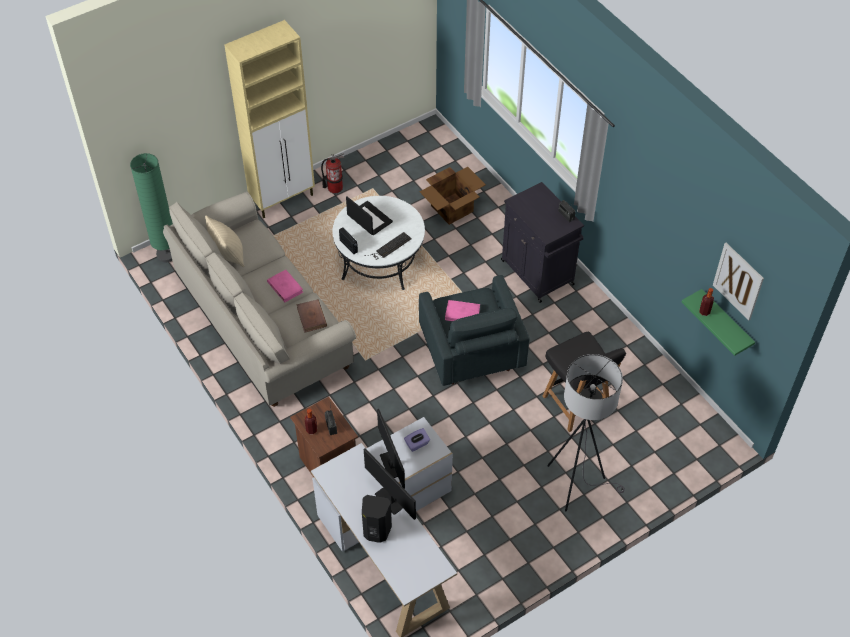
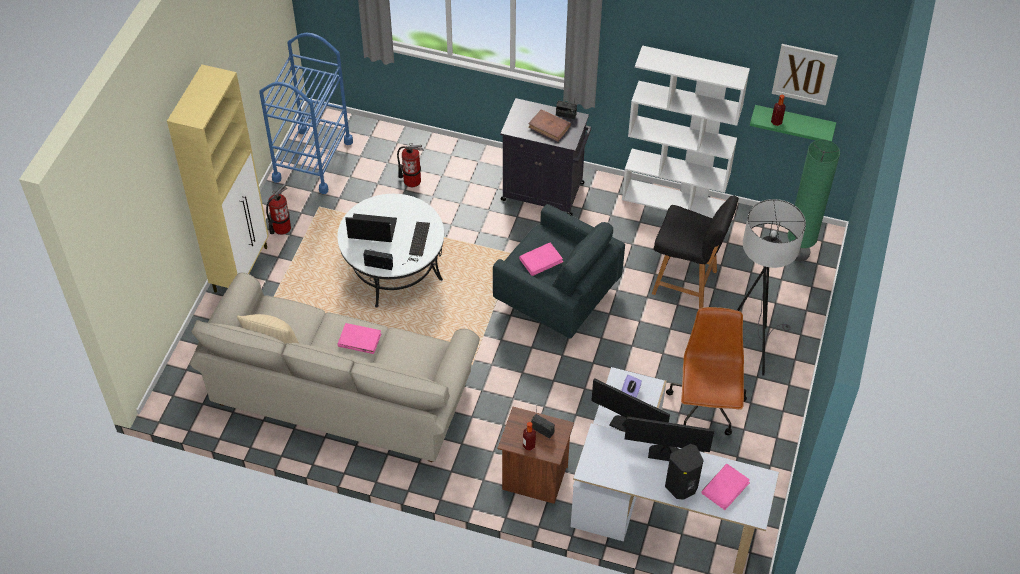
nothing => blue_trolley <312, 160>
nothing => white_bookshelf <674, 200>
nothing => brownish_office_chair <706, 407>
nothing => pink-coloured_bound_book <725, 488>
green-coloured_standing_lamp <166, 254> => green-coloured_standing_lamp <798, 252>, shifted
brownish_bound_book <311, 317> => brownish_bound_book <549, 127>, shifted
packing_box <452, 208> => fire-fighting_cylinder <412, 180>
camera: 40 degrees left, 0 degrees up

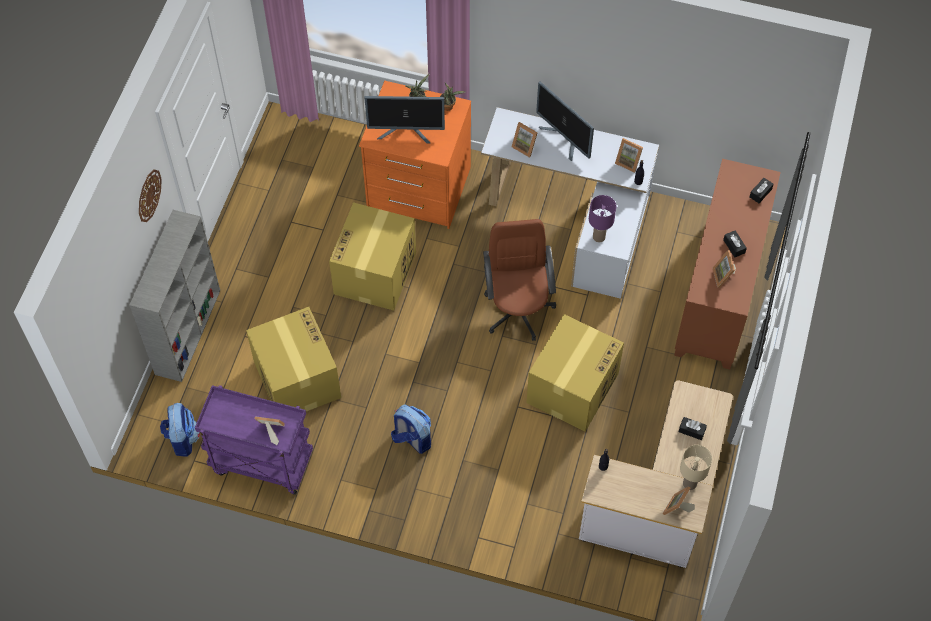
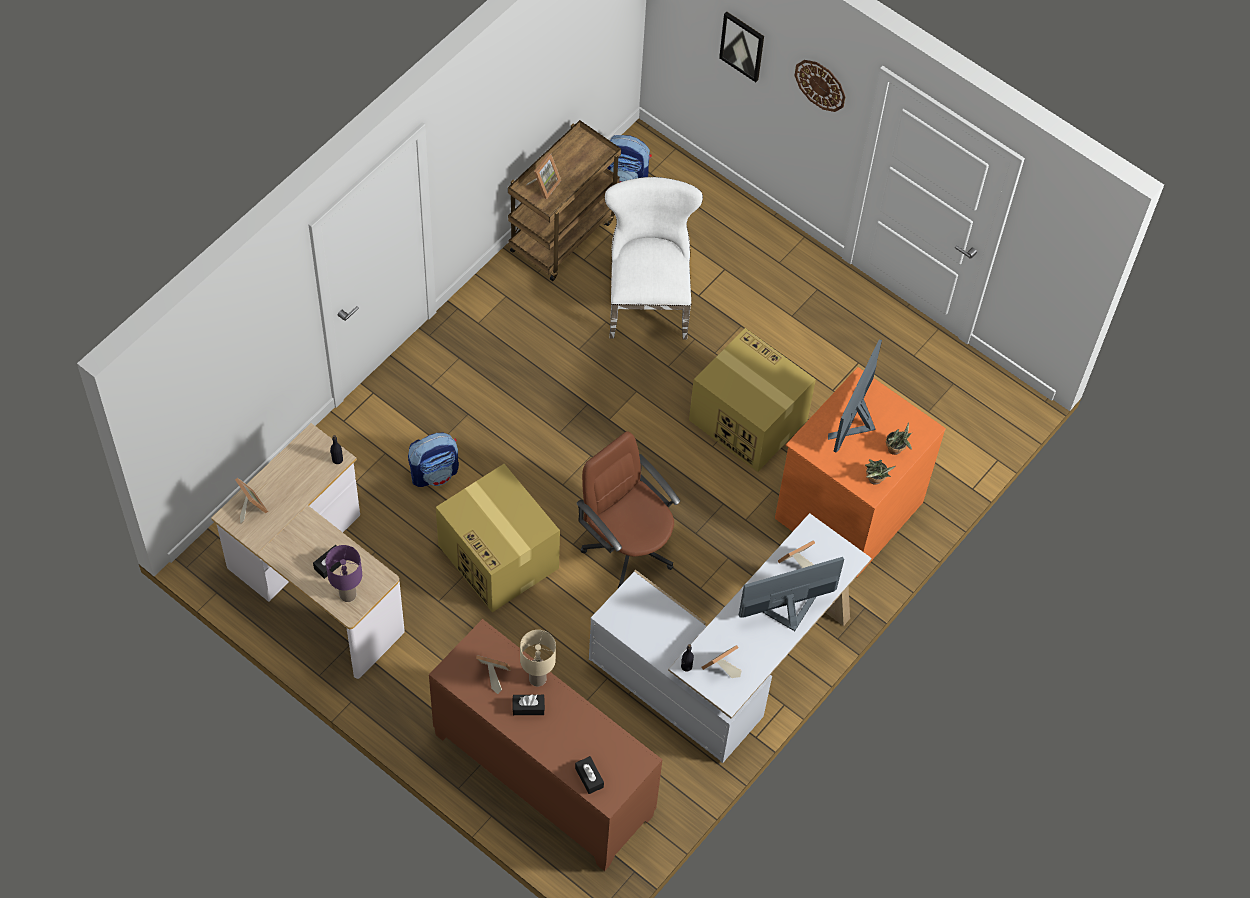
greyish_bookshelf <188, 331> => nothing
nothing => wall_art <742, 46>
rucksack <412, 439> => rucksack <434, 472>, shifted
purple_table_lamp <599, 236> => purple_table_lamp <348, 595>, shifted
beige_table_lamp <690, 483> => beige_table_lamp <537, 679>, shifted
packing_box <296, 378> => white_upright_chair <647, 298>
purple_trolley <261, 463> => brownish_trolley <562, 234>
brownish_office_chair <518, 309> => brownish_office_chair <628, 545>, 150 degrees counterclockwise
camera: 110 degrees right, 0 degrees up

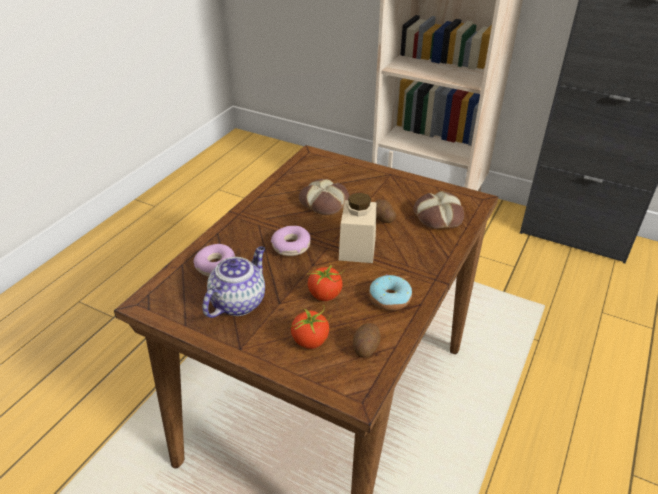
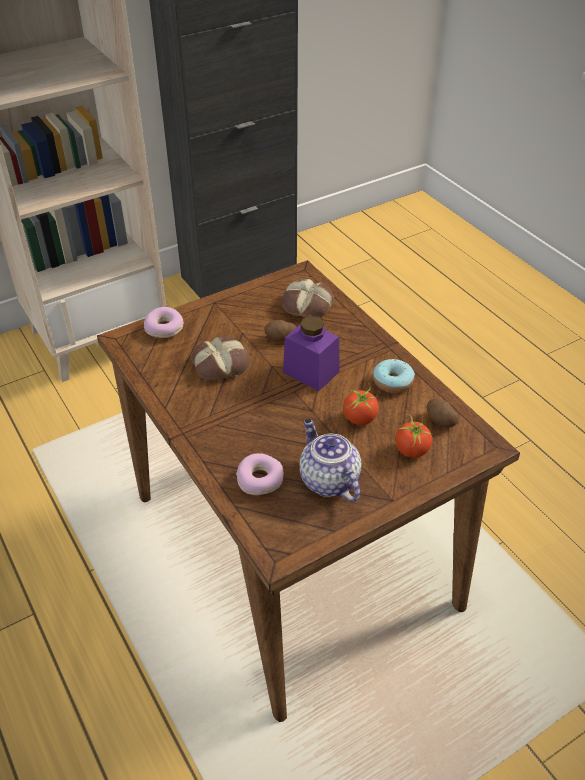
donut <291, 246> => donut <165, 328>, shifted
beige_jar <357, 248> => purple_jar <311, 372>
camera: 60 degrees left, 5 degrees up

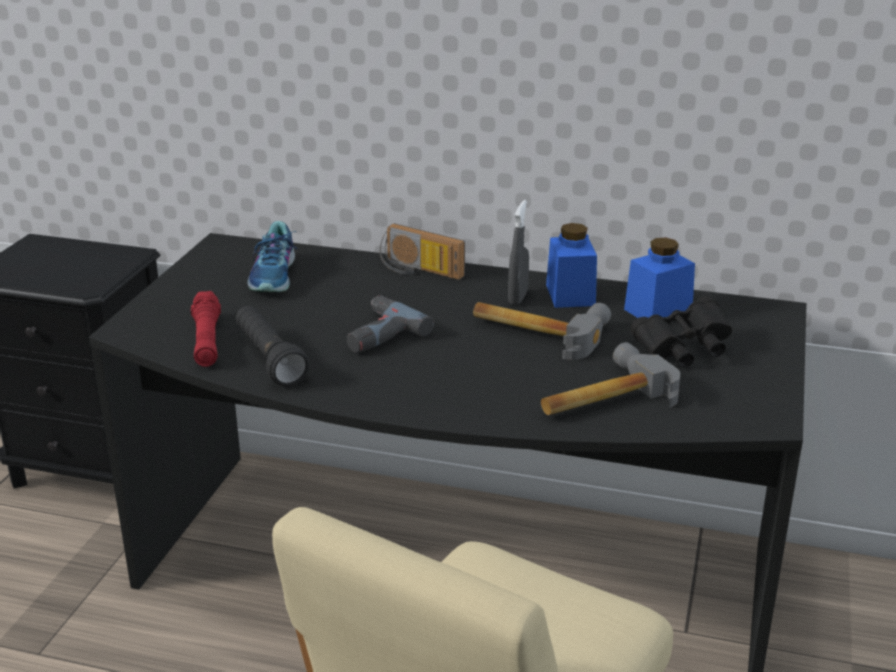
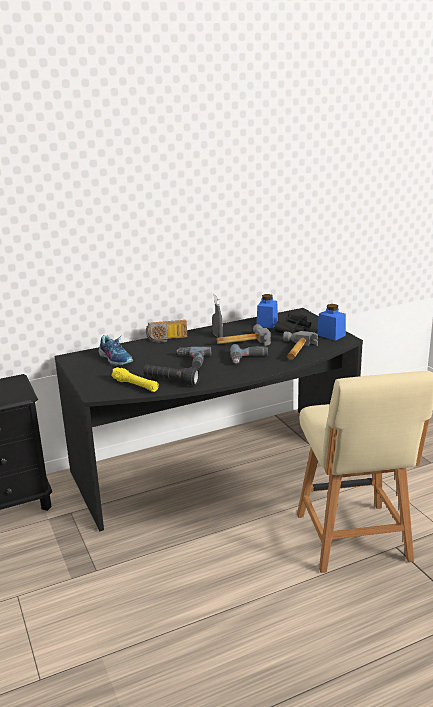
nothing => drill <249, 358>
blue_jar <570, 295> => blue_jar <331, 335>, shifted
red-coloured_torch <207, 340> => yellowish_torch <135, 385>
camera: 40 degrees left, 5 degrees down

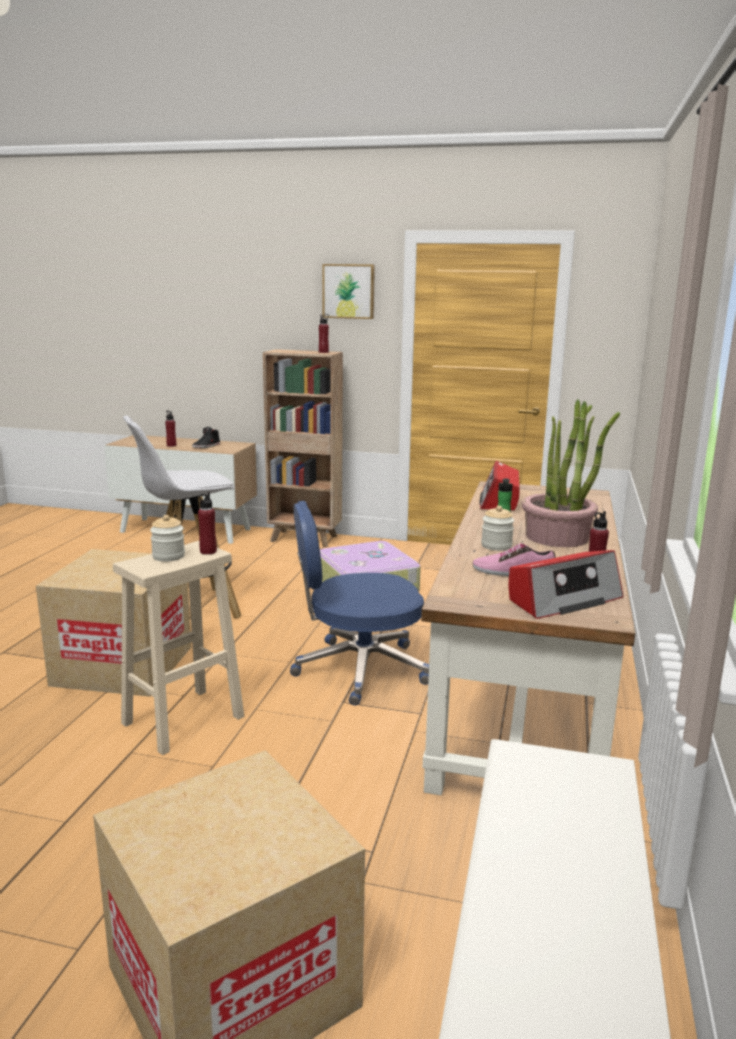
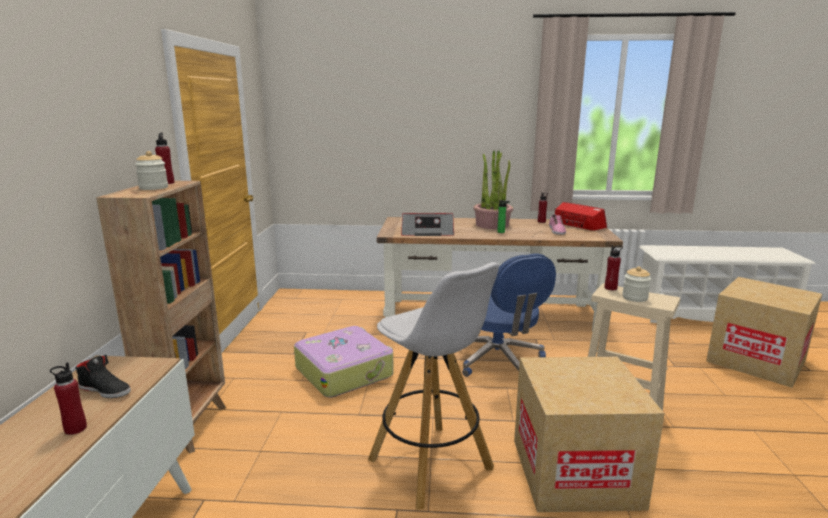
wall_art <349, 291> => nothing
jar <496, 546> => jar <153, 188>, shifted
camera: 100 degrees left, 0 degrees up

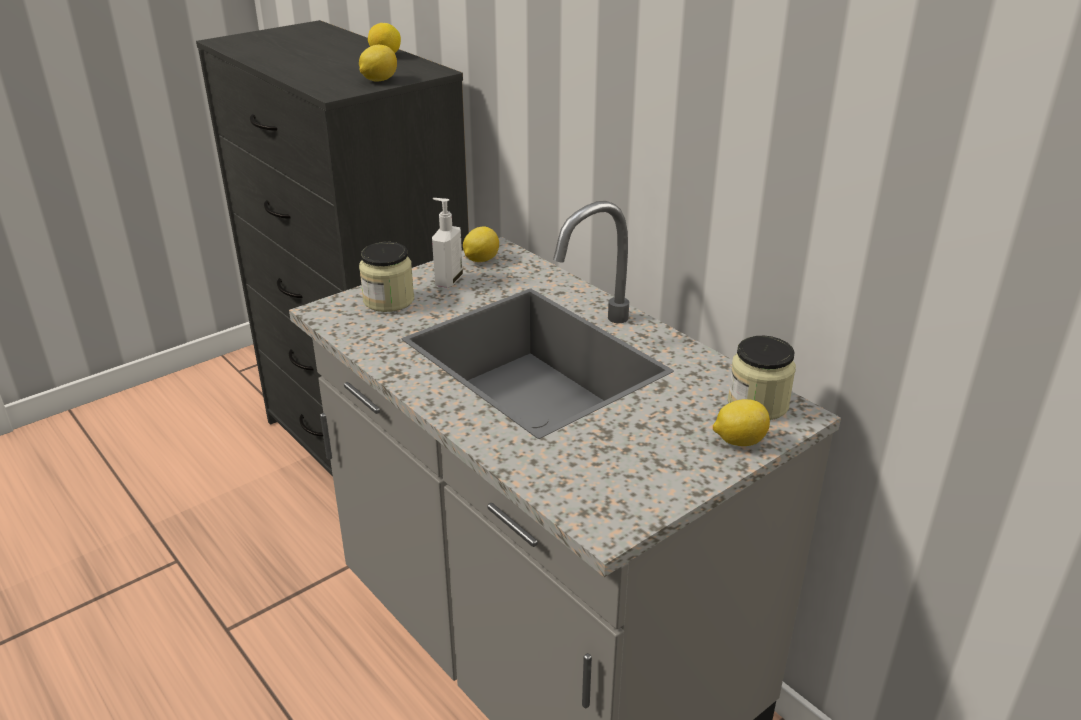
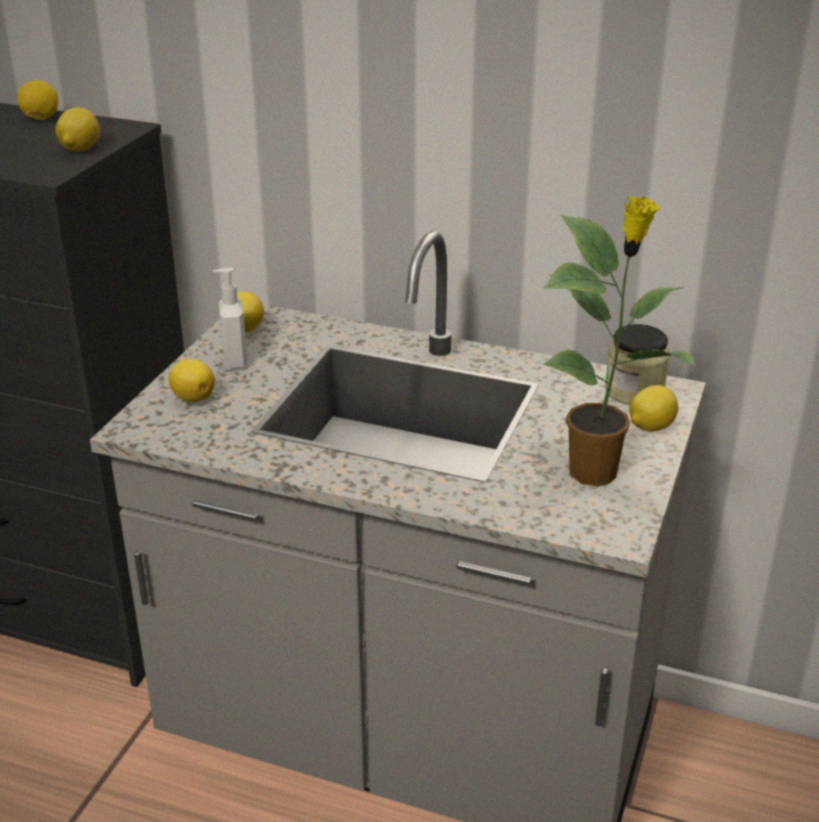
nothing => houseplant <596, 472>
jar <388, 300> => lemon <193, 397>
camera: 30 degrees left, 0 degrees up

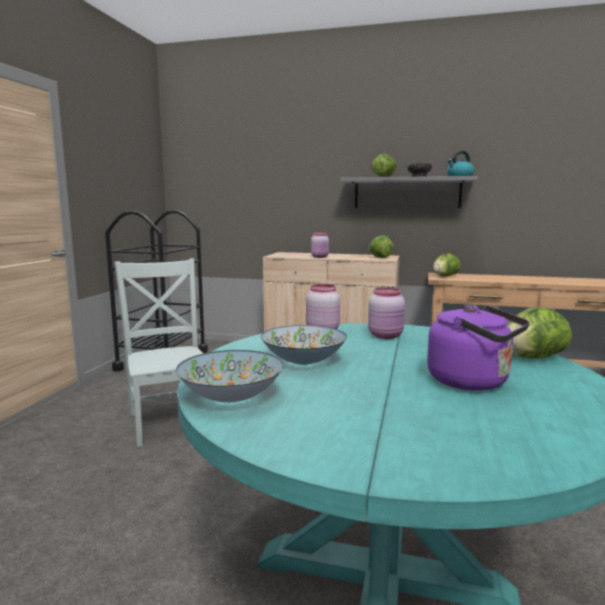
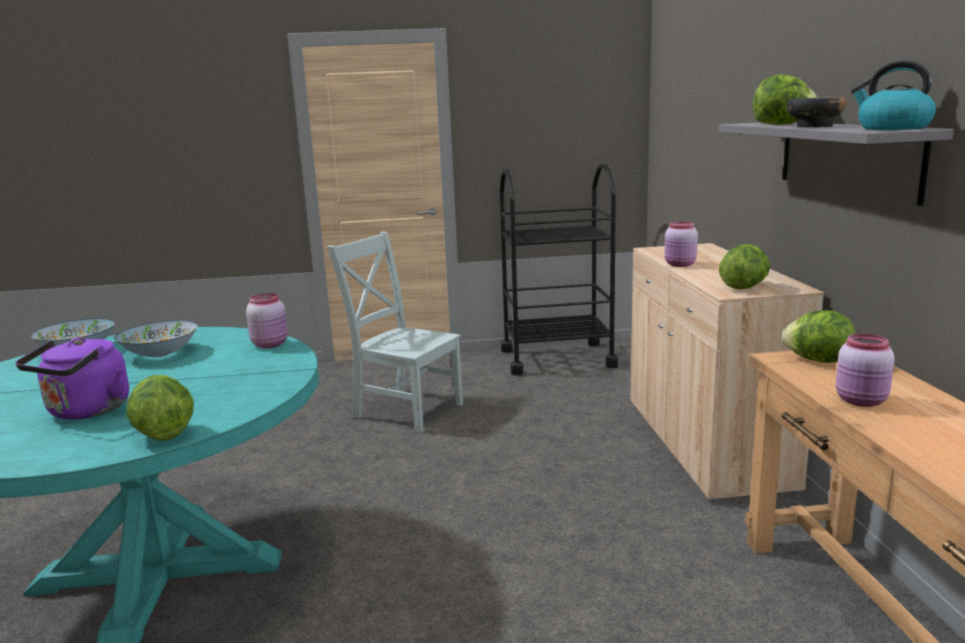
pink-coloured_jar <386, 336> => pink-coloured_jar <862, 401>, shifted
greyish_upright_chair <170, 420> => greyish_upright_chair <405, 409>, 105 degrees counterclockwise
camera: 70 degrees right, 5 degrees up

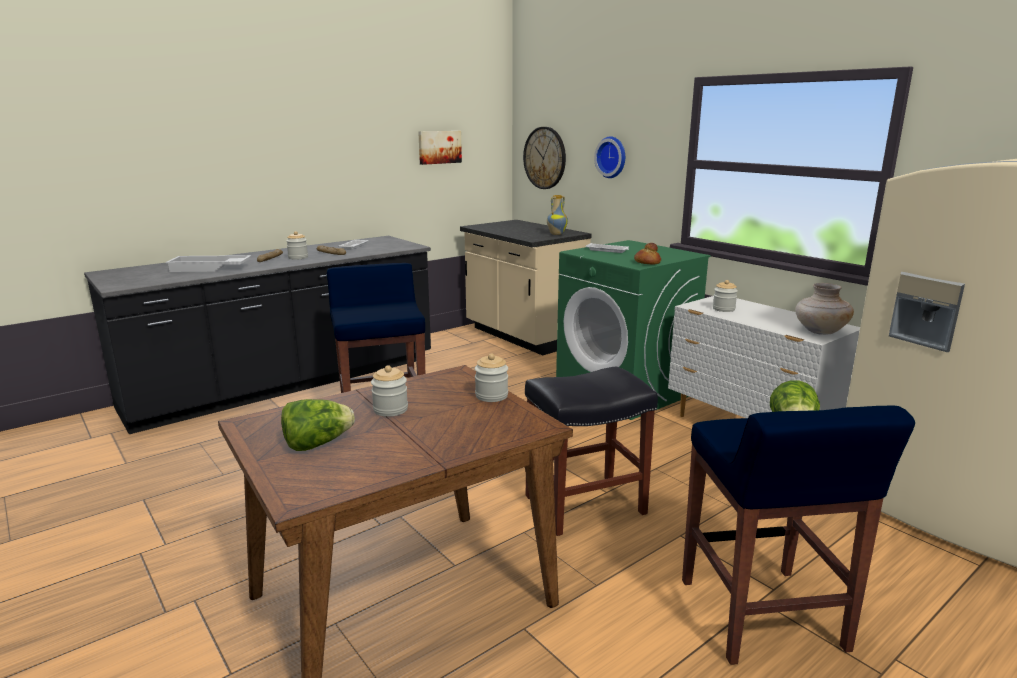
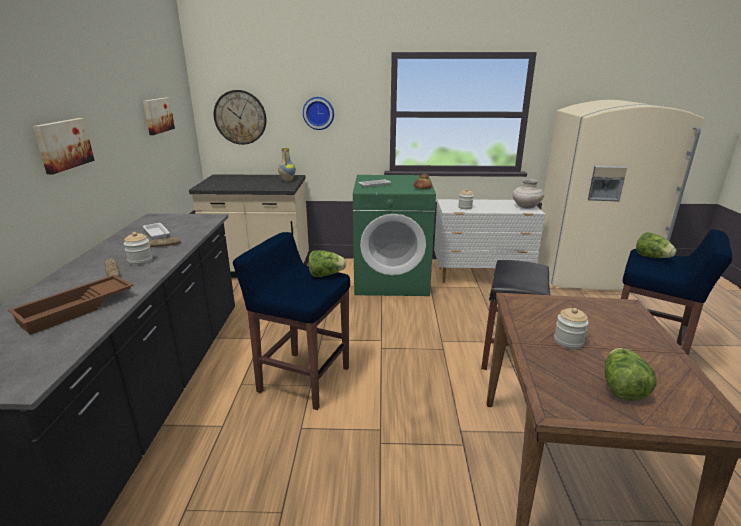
jar <491, 396> => nothing
nothing => wall_art <63, 144>
nothing => lettuce <326, 275>
white_carrying_tray <209, 268> => brownish_carrying_tray <76, 309>
camera: 50 degrees left, 5 degrees up

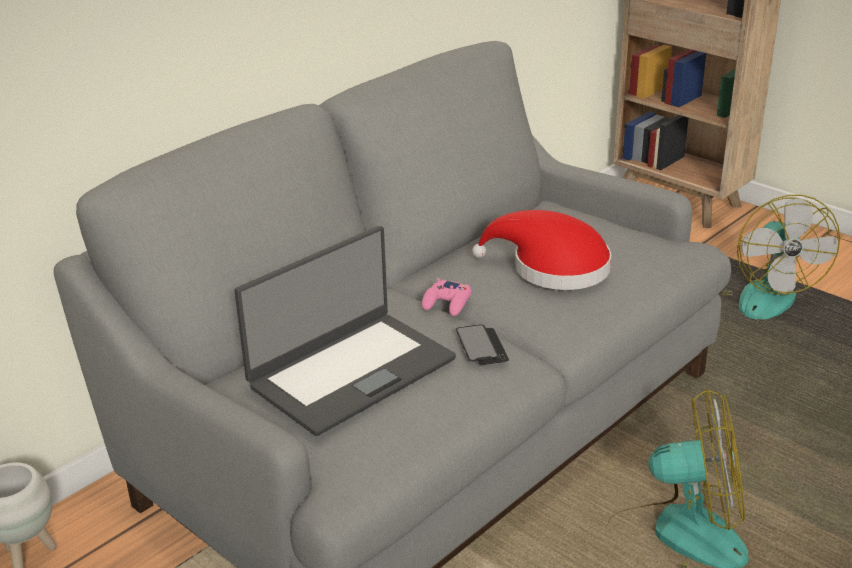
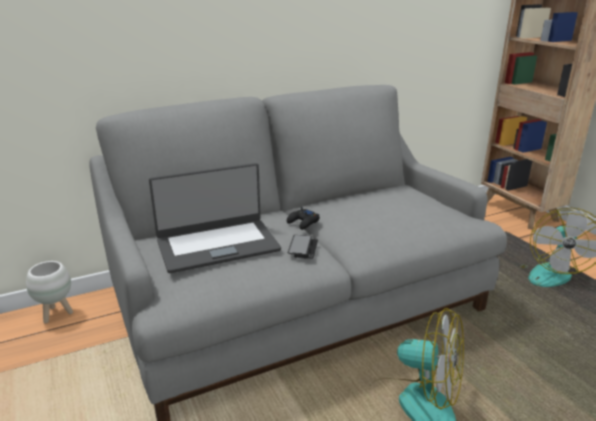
red-coloured_wearable_hat <552, 268> => nothing
pink-coloured_joypad <447, 303> => blackish_joypad <303, 222>
camera: 20 degrees right, 5 degrees down

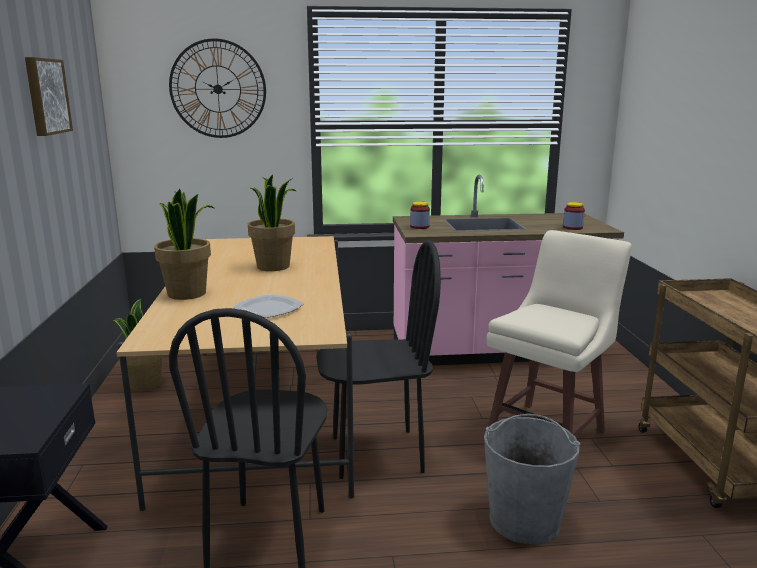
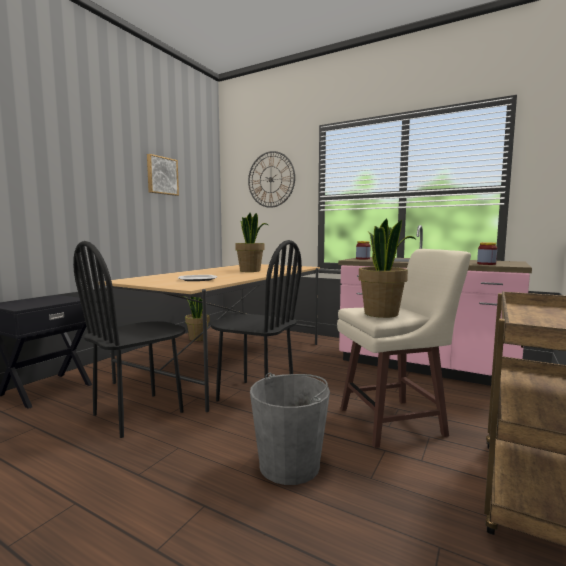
houseplant <188, 294> => houseplant <382, 314>, shifted
camera: 35 degrees right, 10 degrees down

